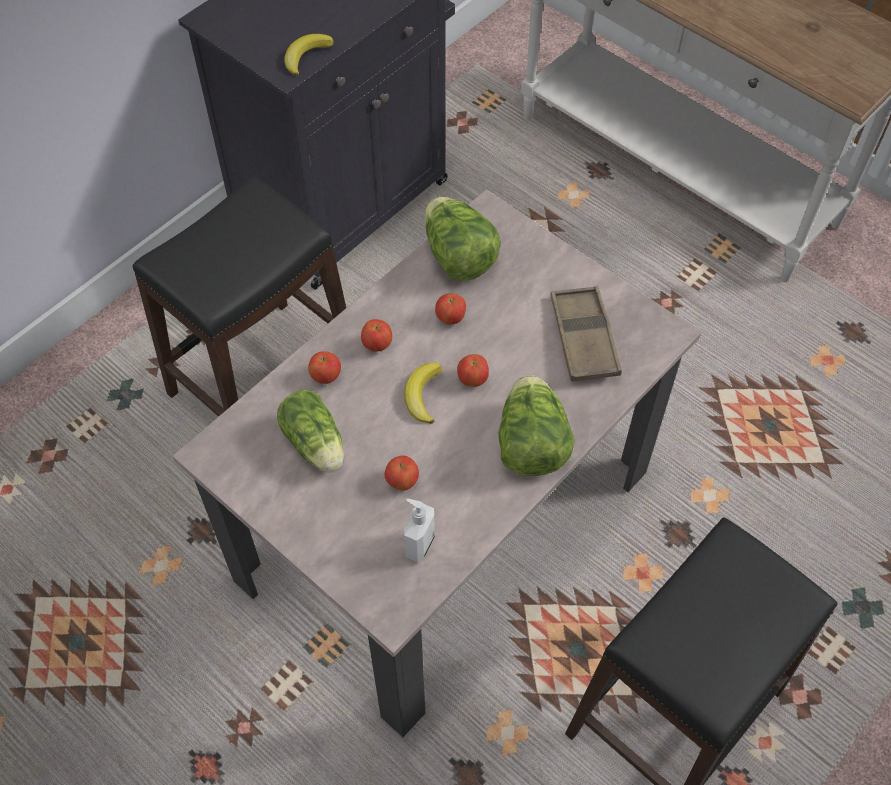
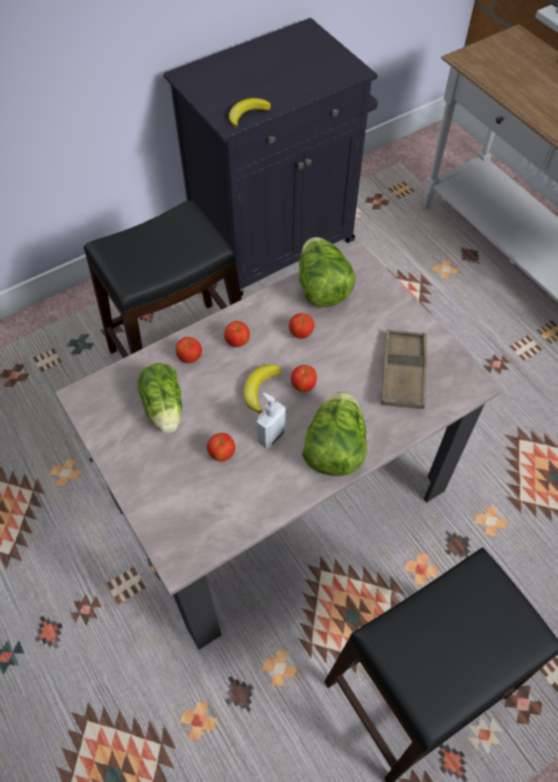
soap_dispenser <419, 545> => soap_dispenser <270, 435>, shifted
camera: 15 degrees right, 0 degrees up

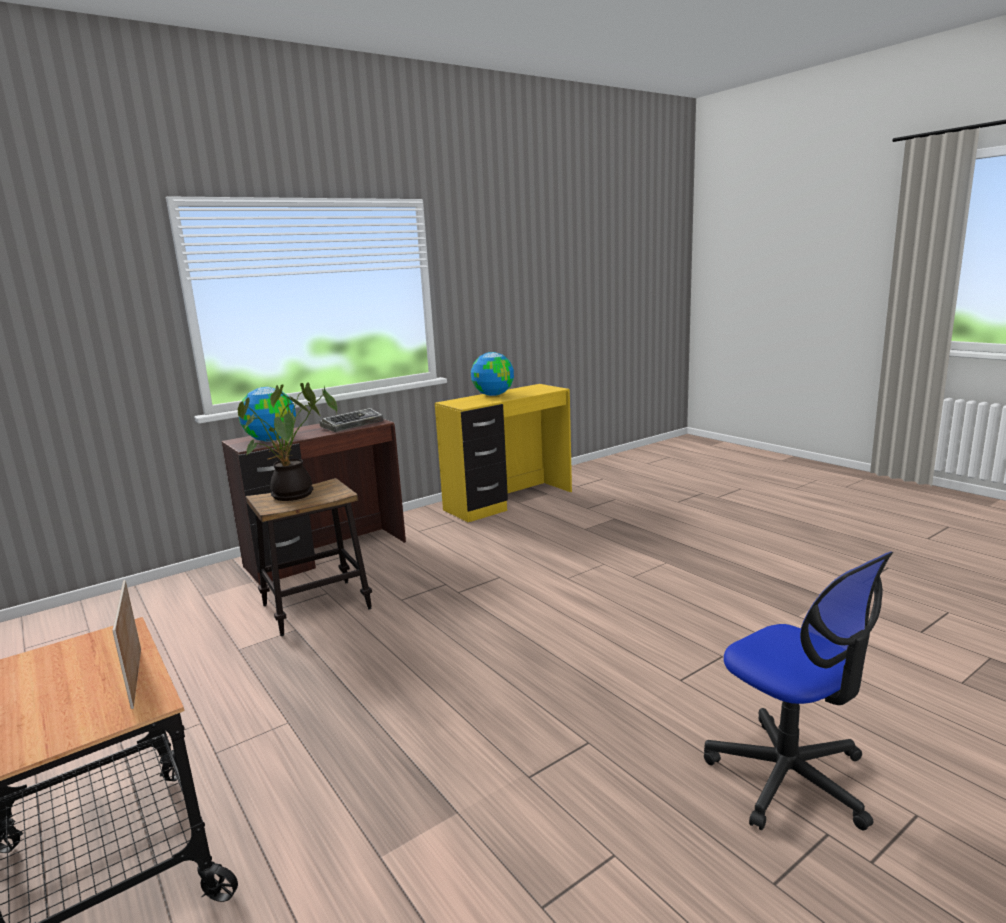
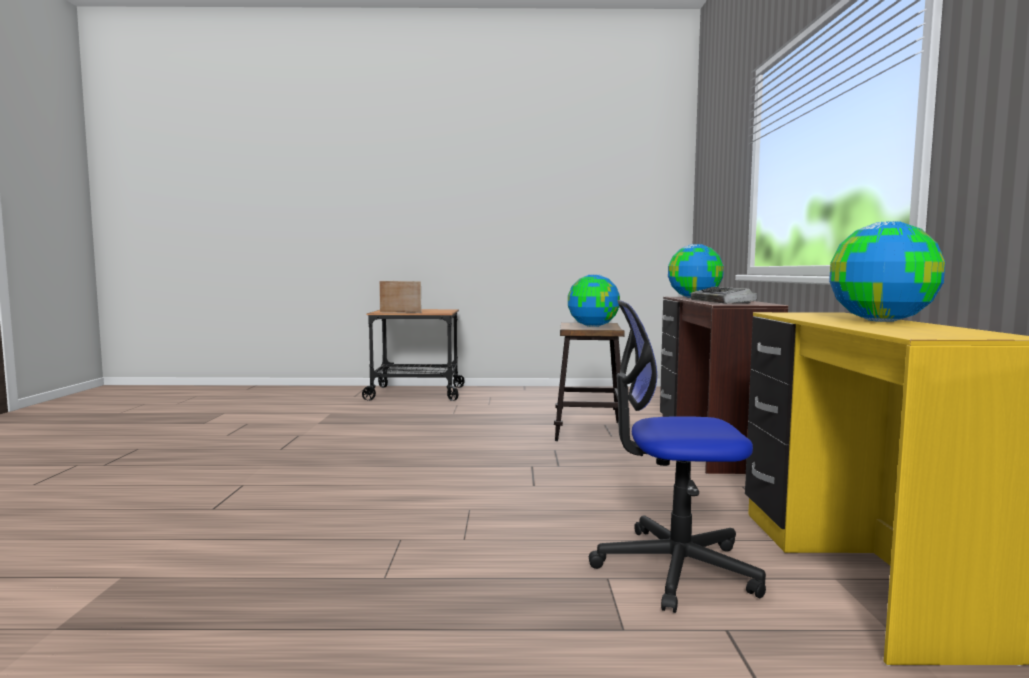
office_chair <789, 777> => office_chair <675, 568>, shifted
houseplant <294, 496> => desk_globe <593, 326>
camera: 125 degrees right, 10 degrees down

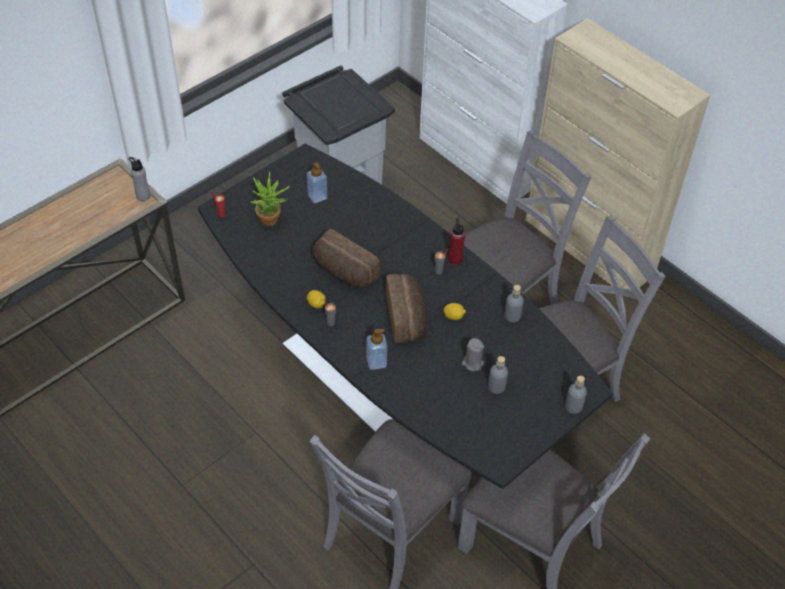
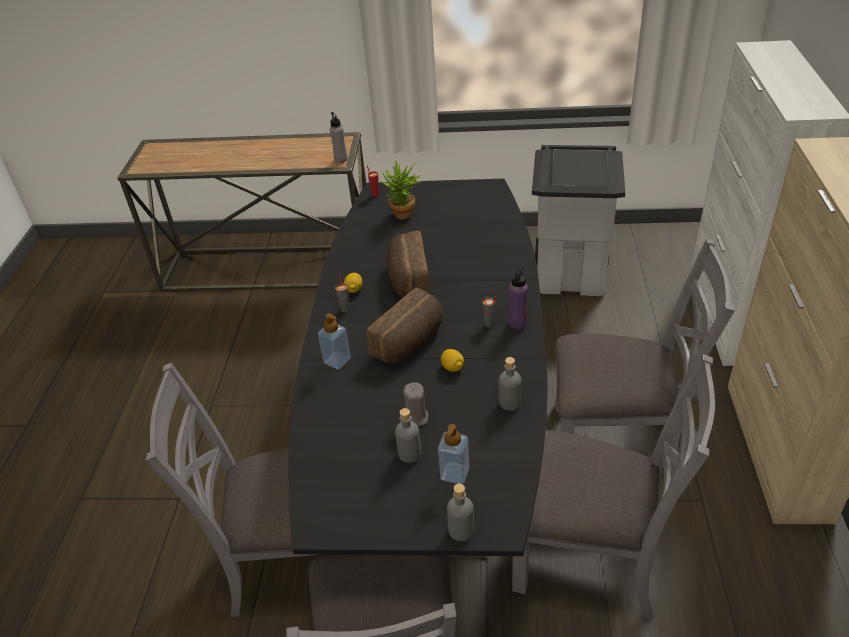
soap_dispenser <317, 196> => soap_dispenser <454, 473>, shifted
red-coloured_drink_bottle <455, 259> => purple_drink_bottle <517, 323>
camera: 50 degrees right, 10 degrees down

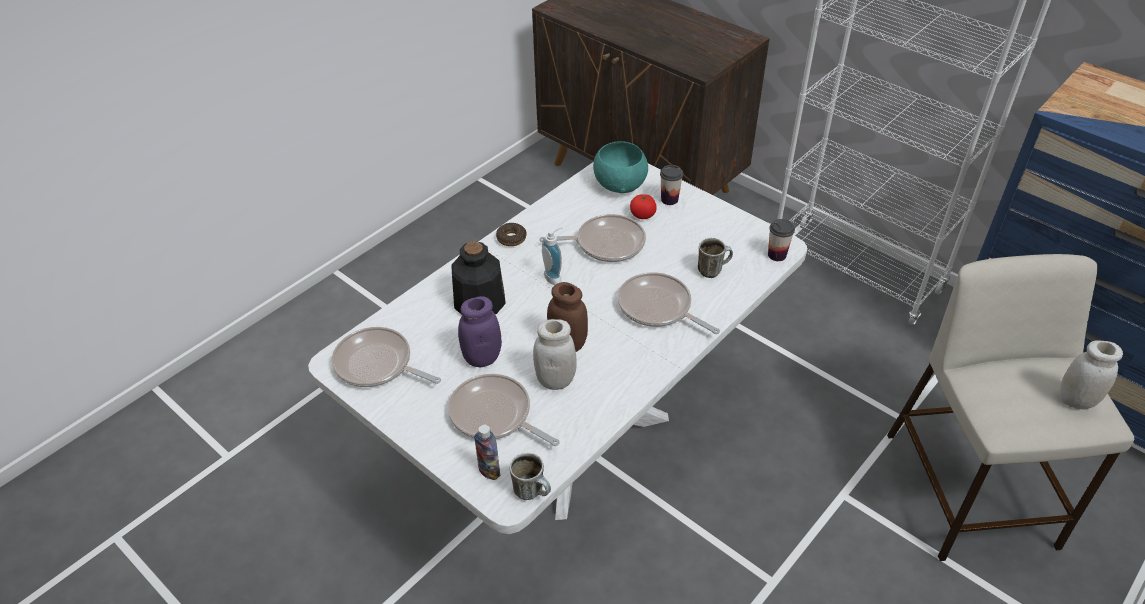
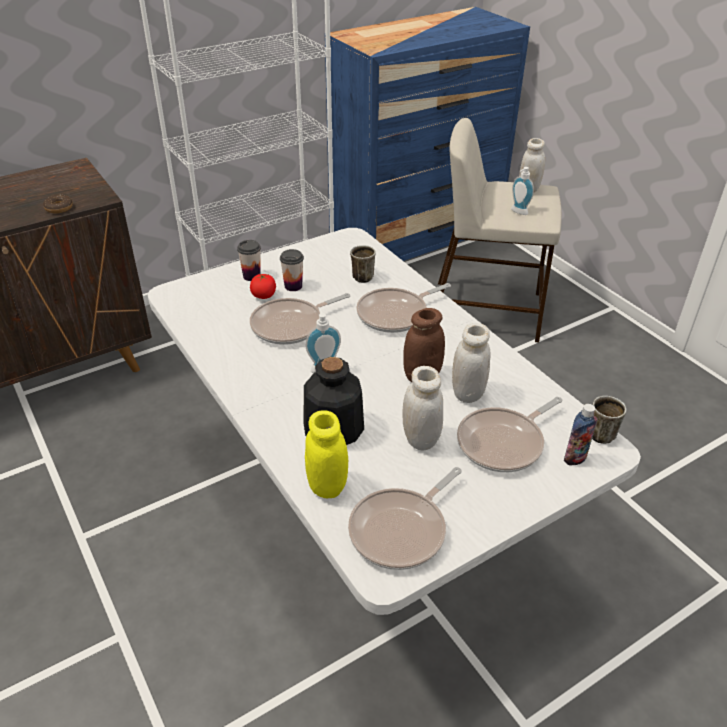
blue-green_deep_dish <619, 184> => nothing
nothing => yellowish_jar <327, 486>
nothing => soap_dispenser <518, 212>
donut <511, 238> => donut <59, 208>, shifted
small_cup <777, 255> => small_cup <293, 286>, shifted
purple_jar <482, 358> => white_jar <420, 439>
pan <606, 243> => pan <291, 325>, 135 degrees counterclockwise
camera: 75 degrees left, 5 degrees down

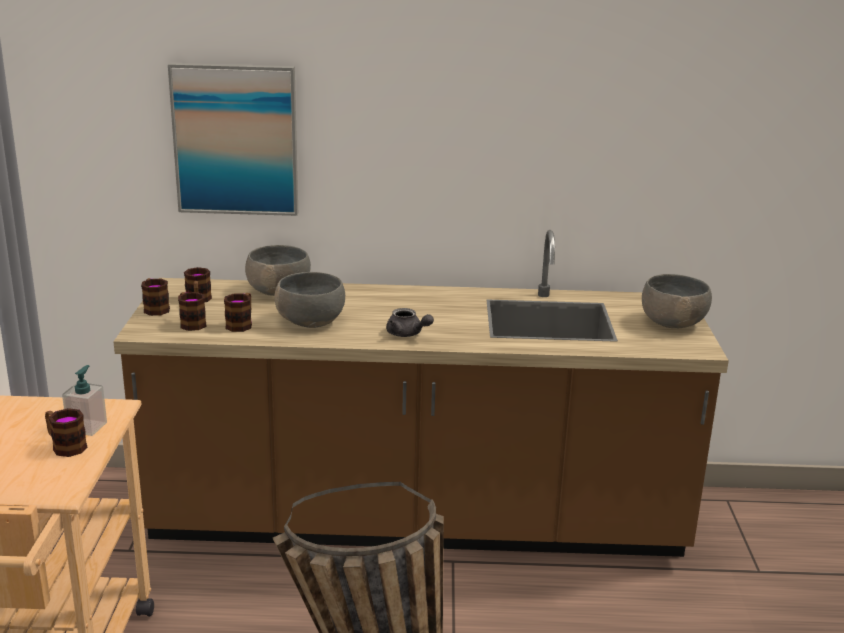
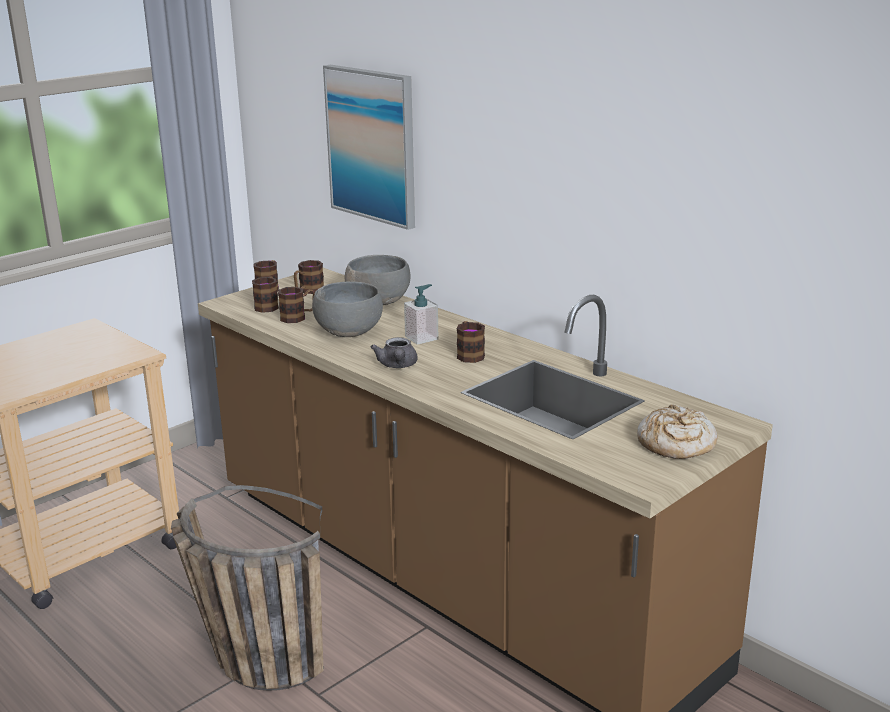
tea_mug <65, 446> => tea_mug <469, 354>, shifted
soap_dispenser <87, 427> => soap_dispenser <421, 338>, shifted
greyish_deep_dish <672, 323> => bakery_bread <675, 444>
camera: 45 degrees right, 0 degrees up

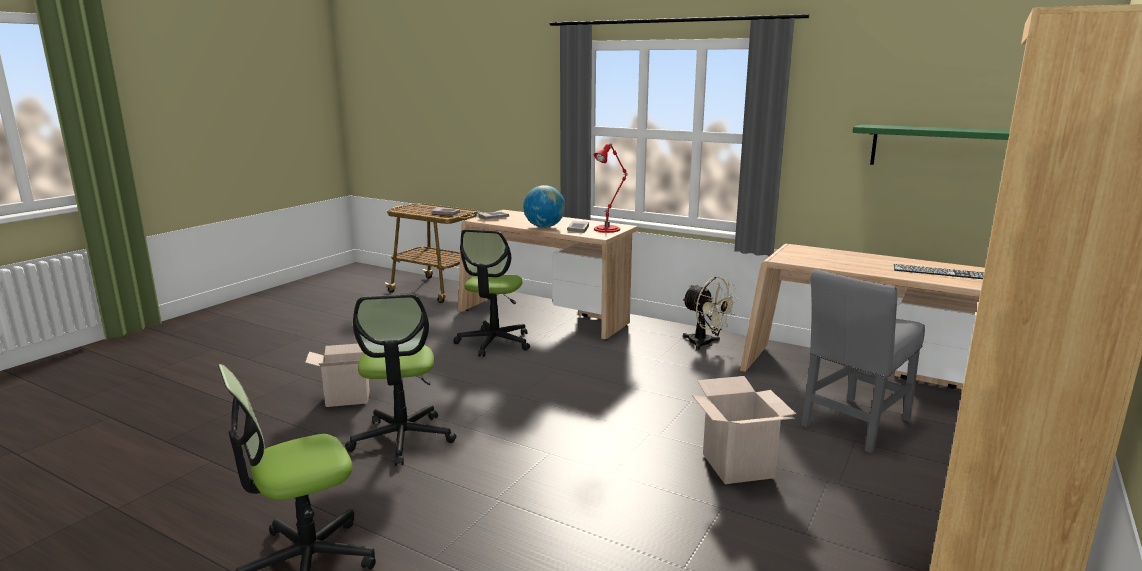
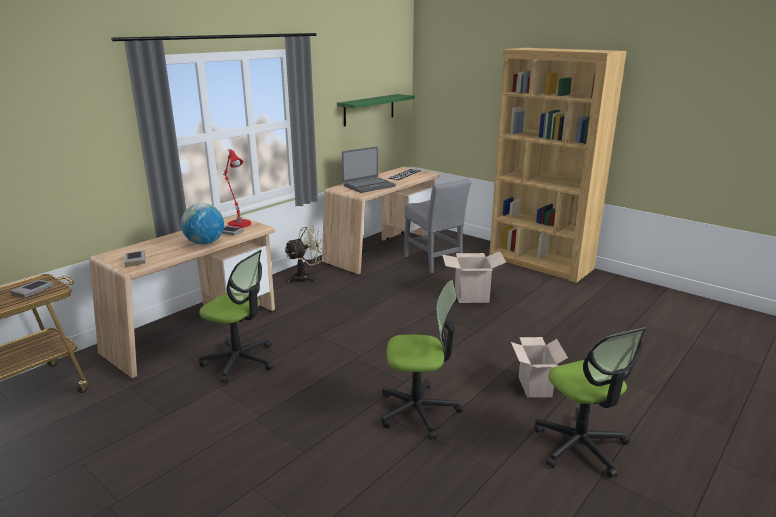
nothing => laptop <368, 186>
packing_box <349, 398> => packing_box <533, 386>, shifted
camera: 80 degrees left, 5 degrees up

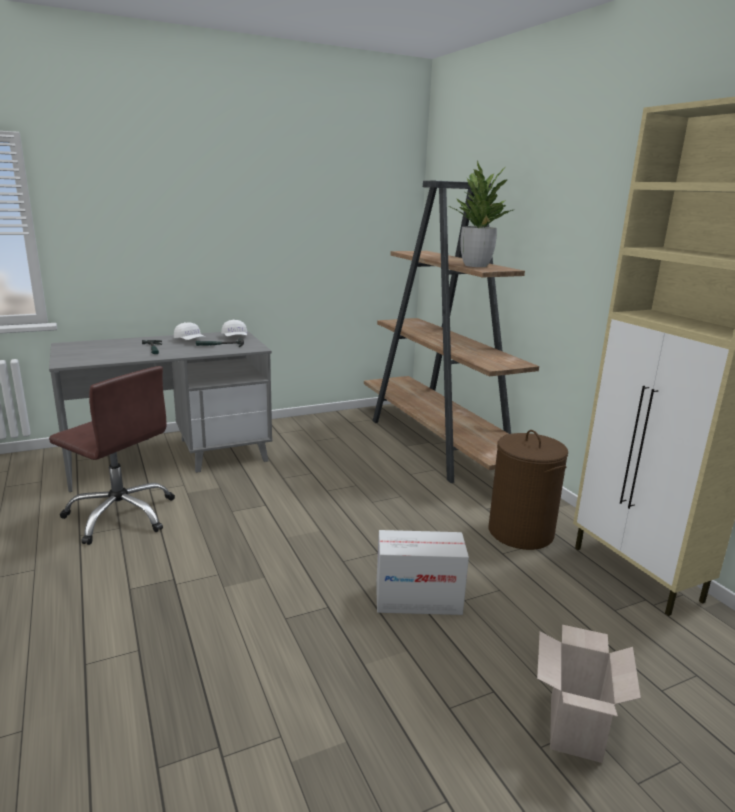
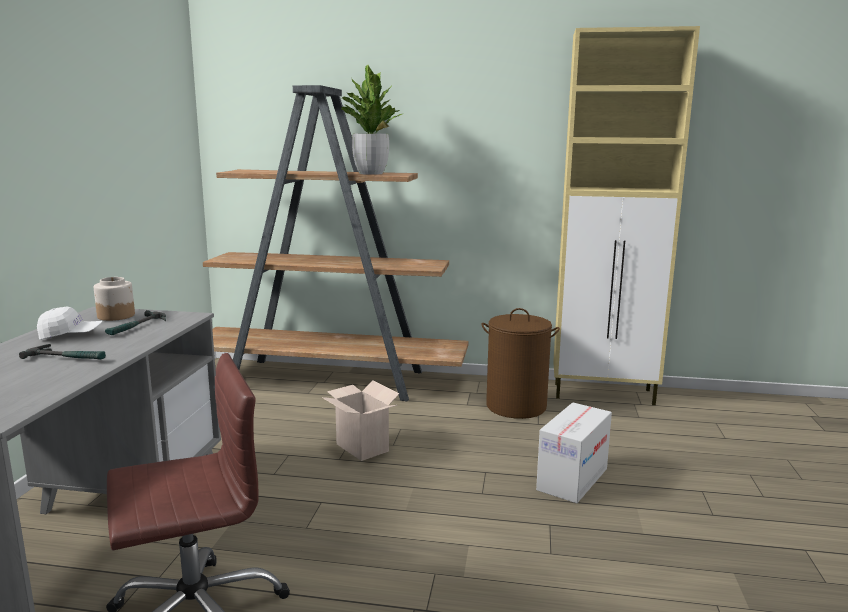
packing_box <572, 725> => packing_box <360, 447>, shifted
white_cap <235, 337> => jar <116, 316>
camera: 55 degrees left, 5 degrees down

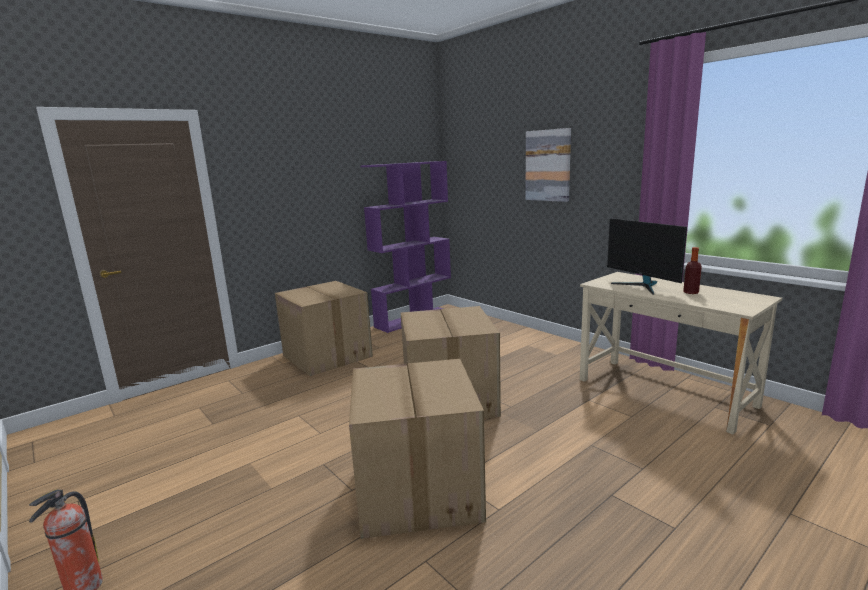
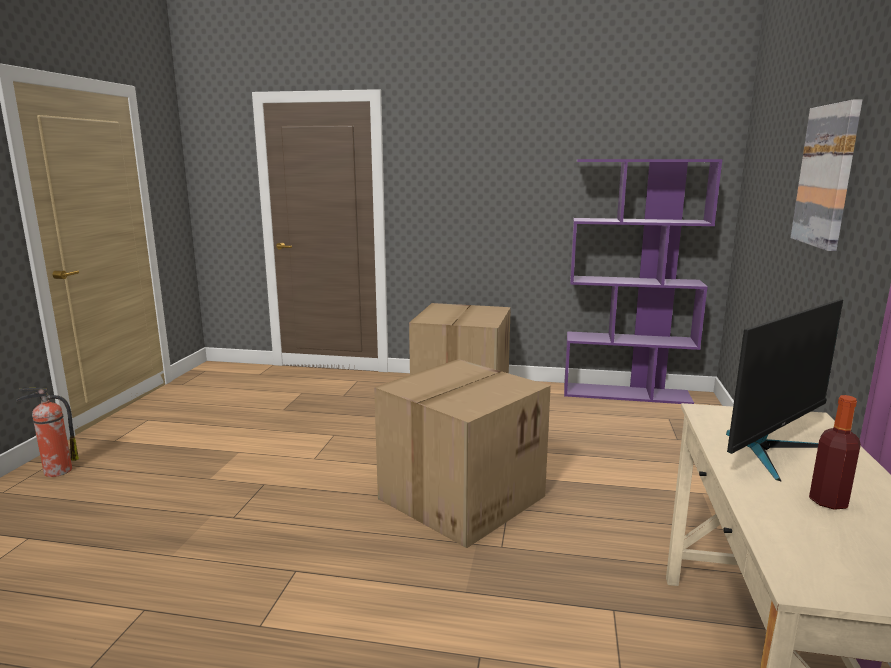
packing_box <416, 488> => nothing
computer_screen <642, 286> => computer_screen <771, 449>, 150 degrees counterclockwise
camera: 50 degrees right, 0 degrees up

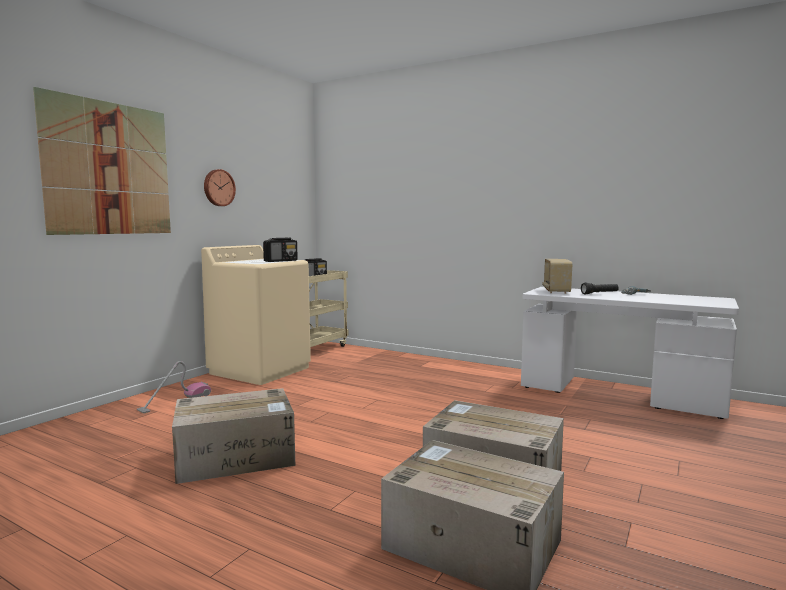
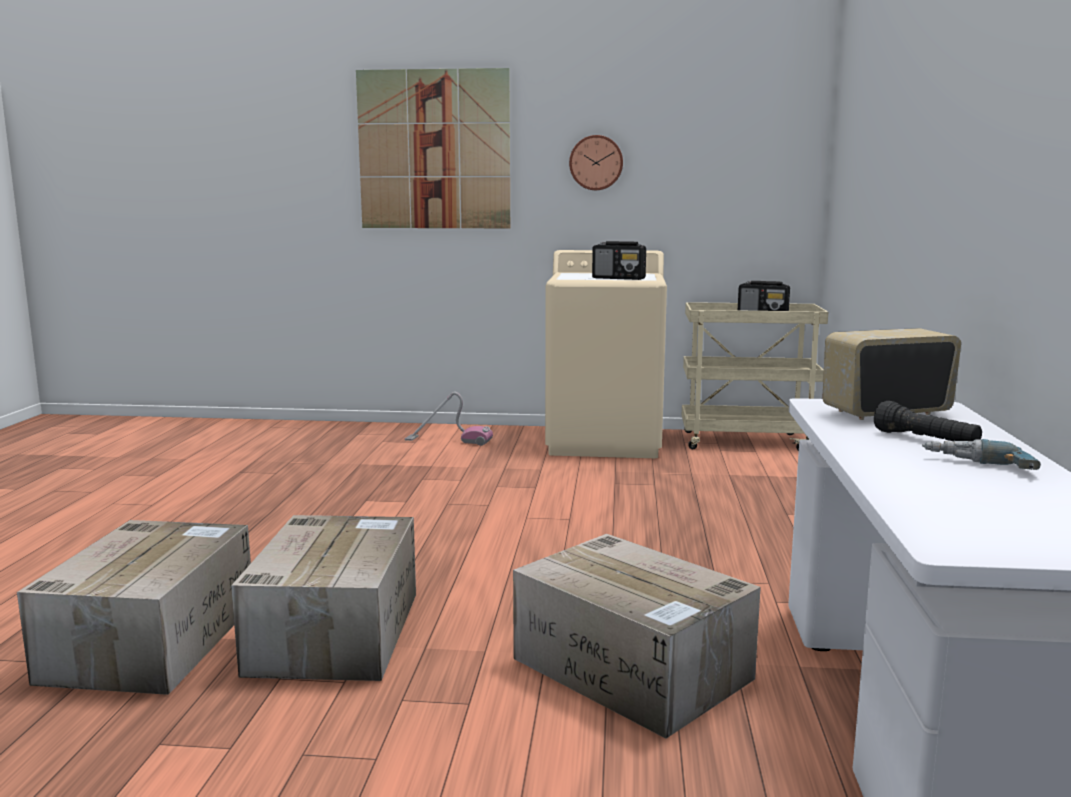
packing_box <237, 456> => packing_box <634, 669>, shifted
camera: 65 degrees right, 5 degrees up

